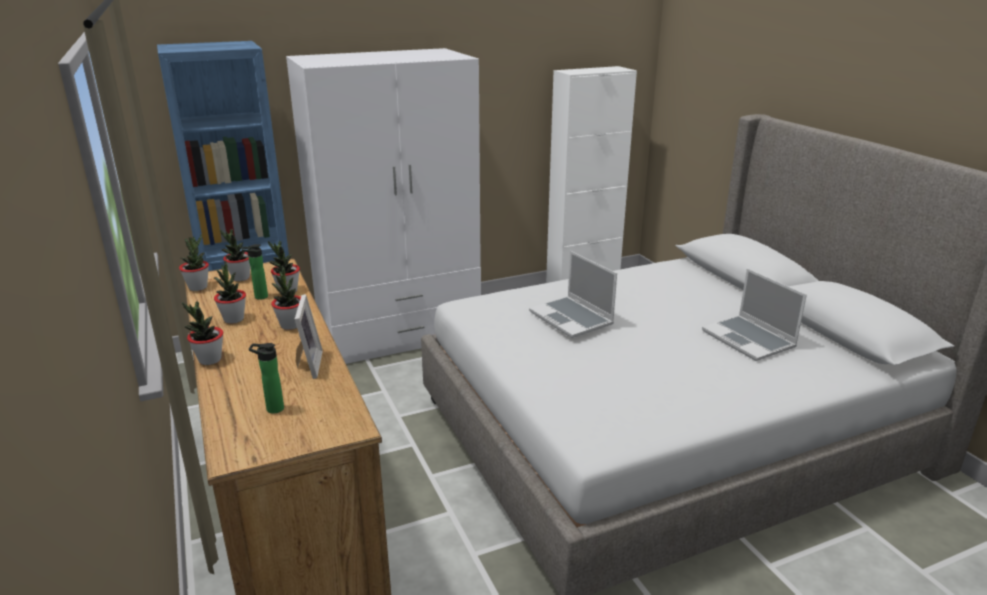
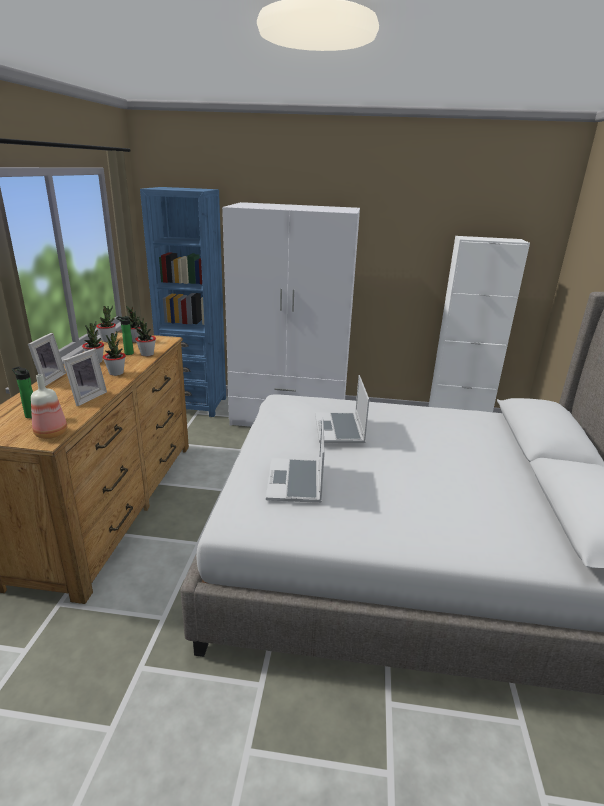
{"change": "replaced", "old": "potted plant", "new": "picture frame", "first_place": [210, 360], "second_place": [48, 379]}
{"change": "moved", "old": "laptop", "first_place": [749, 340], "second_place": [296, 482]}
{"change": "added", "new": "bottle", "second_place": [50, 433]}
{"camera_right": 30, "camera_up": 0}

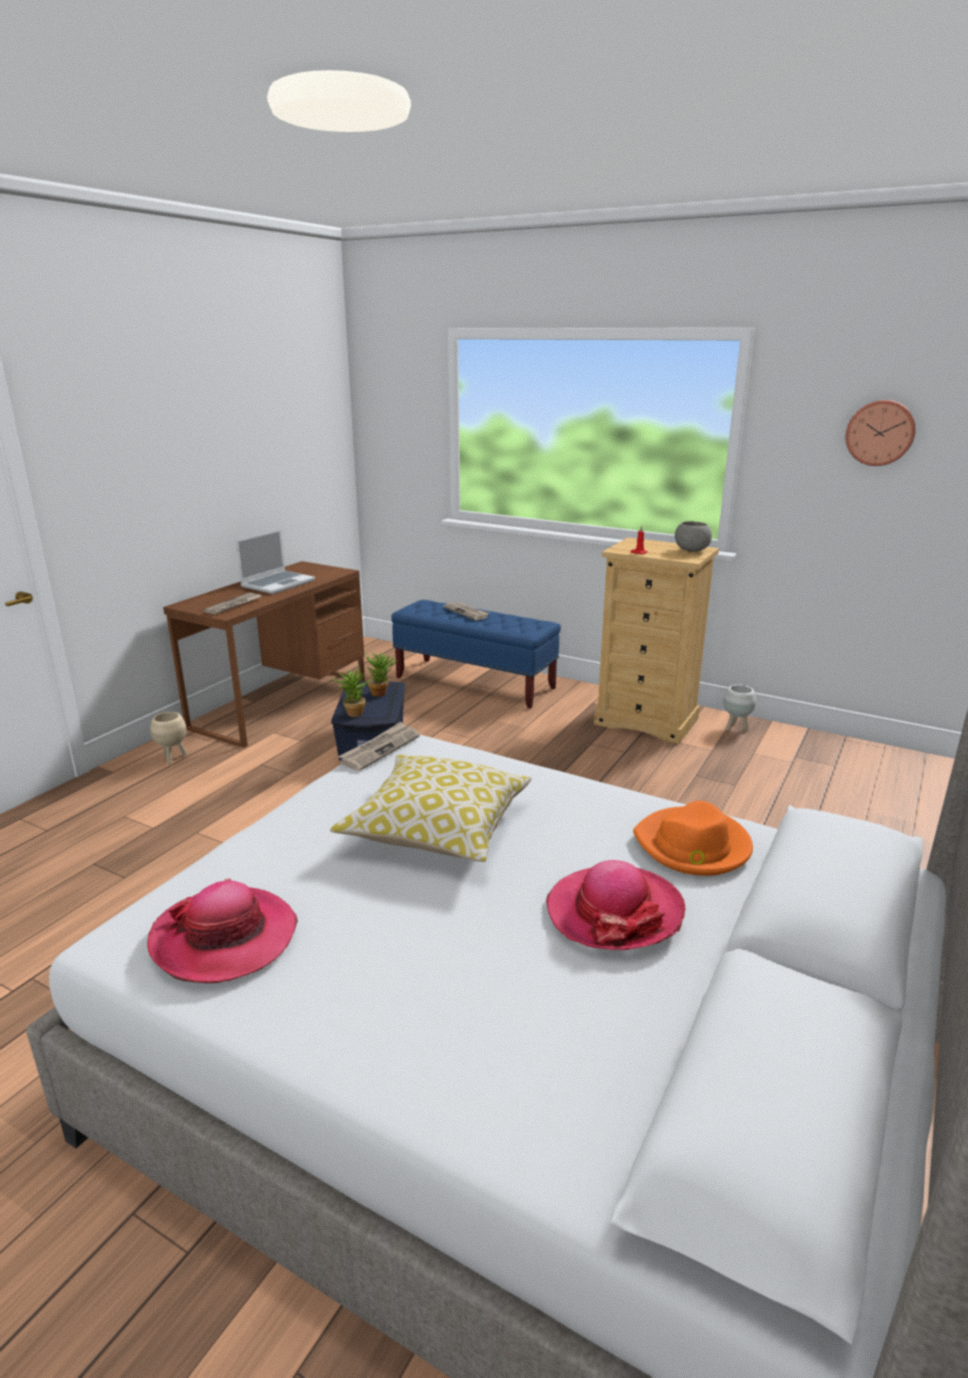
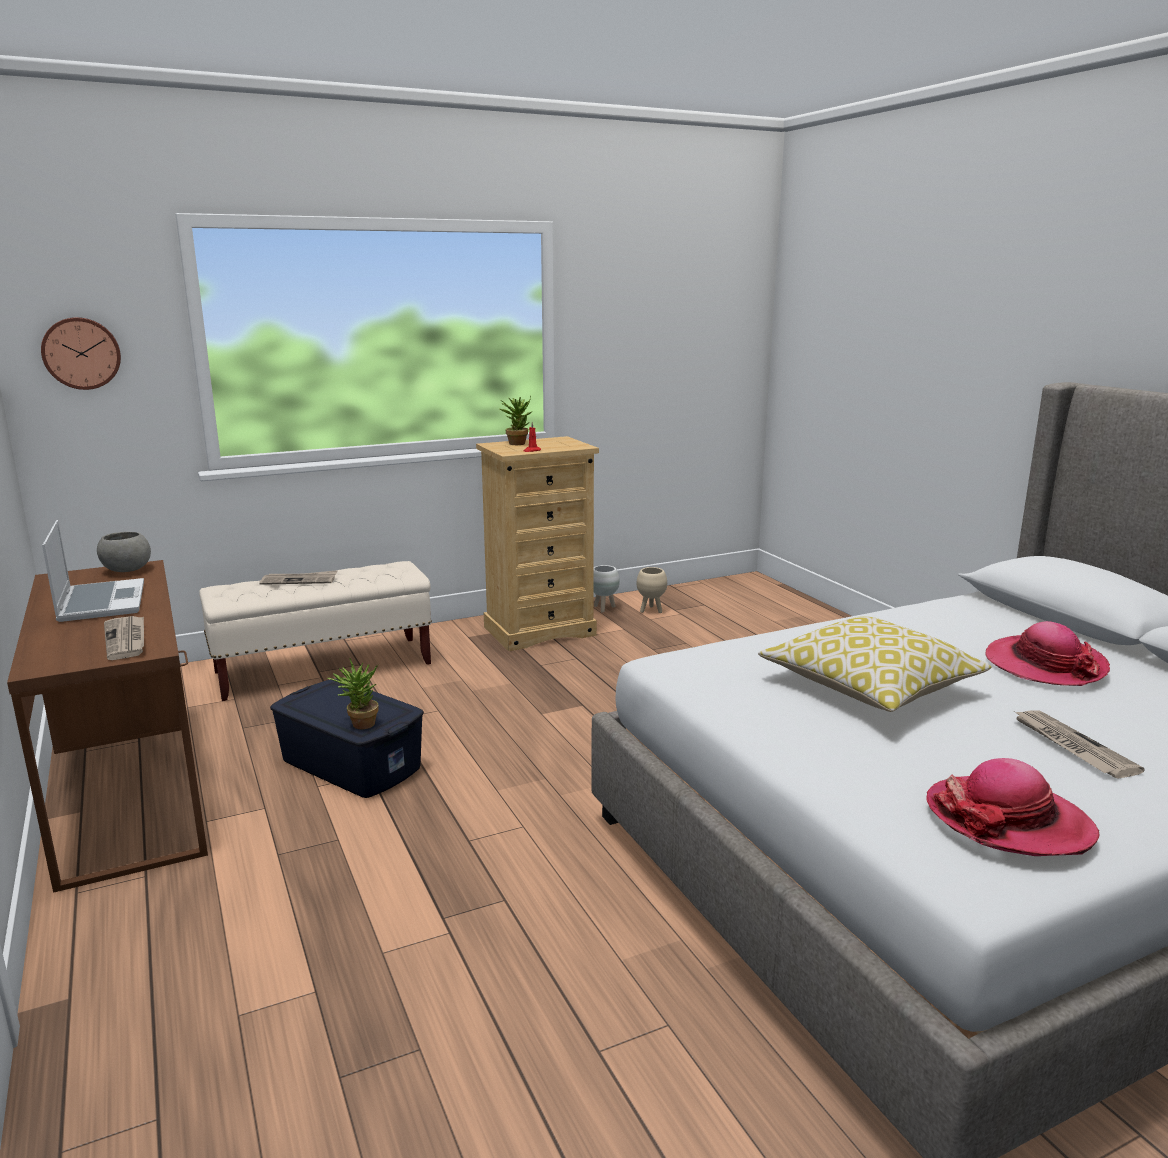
{"change": "moved", "old": "planter (beige)", "first_place": [173, 758], "second_place": [651, 610]}
{"change": "moved", "old": "newspaper", "first_place": [380, 749], "second_place": [1071, 746]}
{"change": "moved", "old": "potted plant", "first_place": [381, 692], "second_place": [517, 443]}
{"change": "recoloured", "old": "bench (blue)", "new": "bench (beige)", "first_place": [475, 683], "second_place": [324, 668]}
{"change": "removed", "old": "hat (orange)", "first_place": [693, 846]}
{"change": "moved", "old": "bowl (grey)", "first_place": [691, 551], "second_place": [126, 571]}
{"change": "moved", "old": "wall clock", "first_place": [880, 433], "second_place": [81, 353]}
{"camera_right": -55, "camera_up": -5}

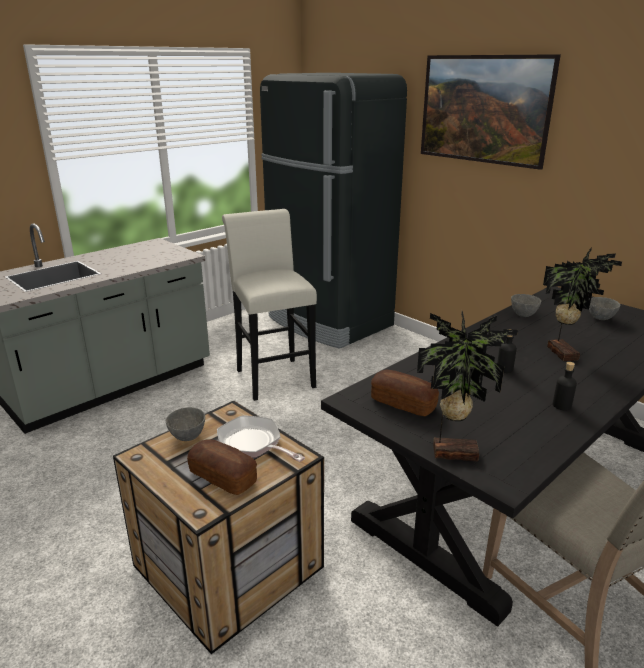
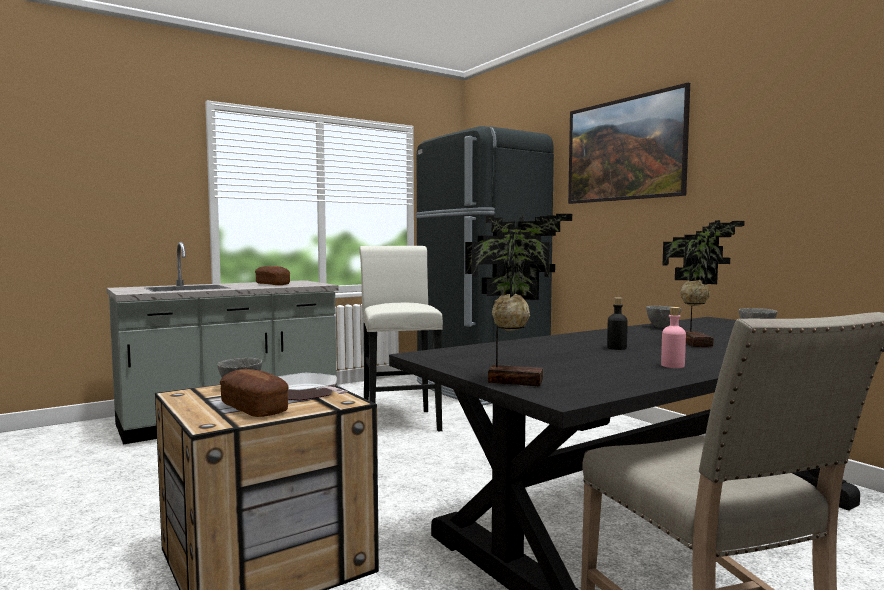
{"change": "moved", "old": "bread", "first_place": [403, 403], "second_place": [272, 284]}
{"change": "recoloured", "old": "bottle (black)", "new": "bottle (pink)", "first_place": [561, 405], "second_place": [672, 366]}
{"camera_right": 10, "camera_up": -20}

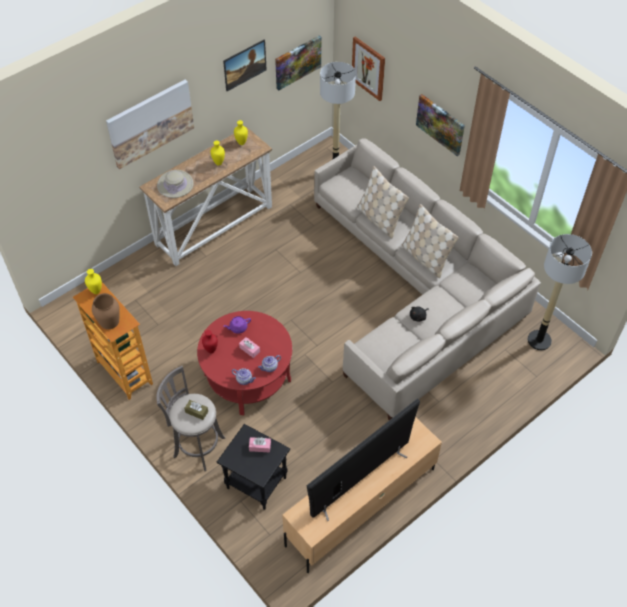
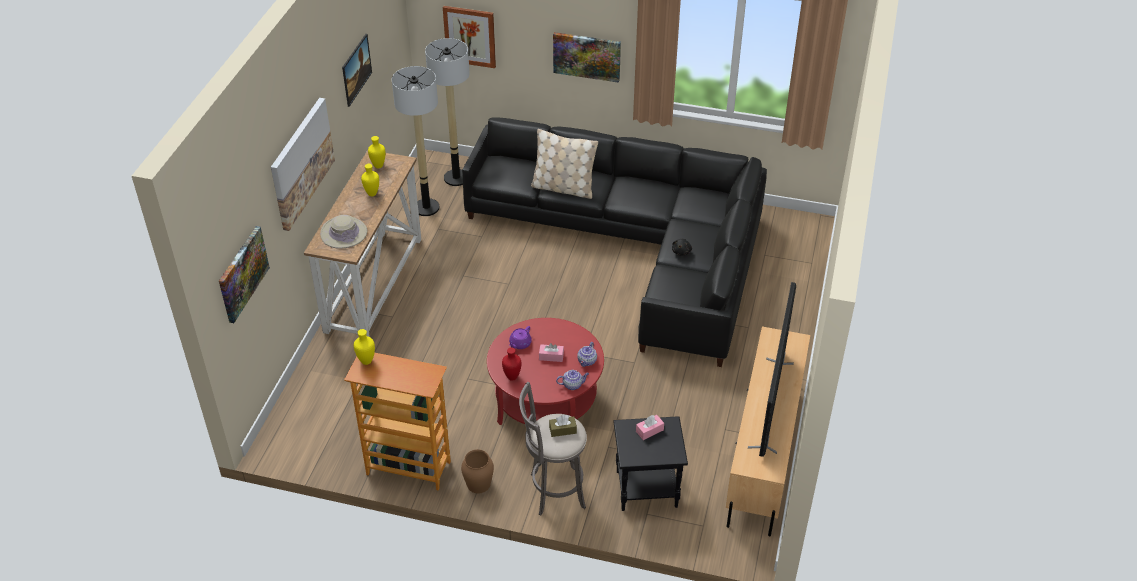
{"change": "moved", "old": "vase (brown)", "first_place": [109, 321], "second_place": [478, 484]}
{"change": "moved", "old": "picture", "first_place": [297, 62], "second_place": [242, 273]}
{"change": "recoloured", "old": "sofa (beige)", "new": "sofa (black)", "first_place": [415, 290], "second_place": [637, 246]}
{"change": "removed", "old": "pillow (beige)", "first_place": [425, 258]}
{"change": "moved", "old": "floor lamp", "first_place": [539, 340], "second_place": [426, 207]}
{"camera_right": -35, "camera_up": -10}

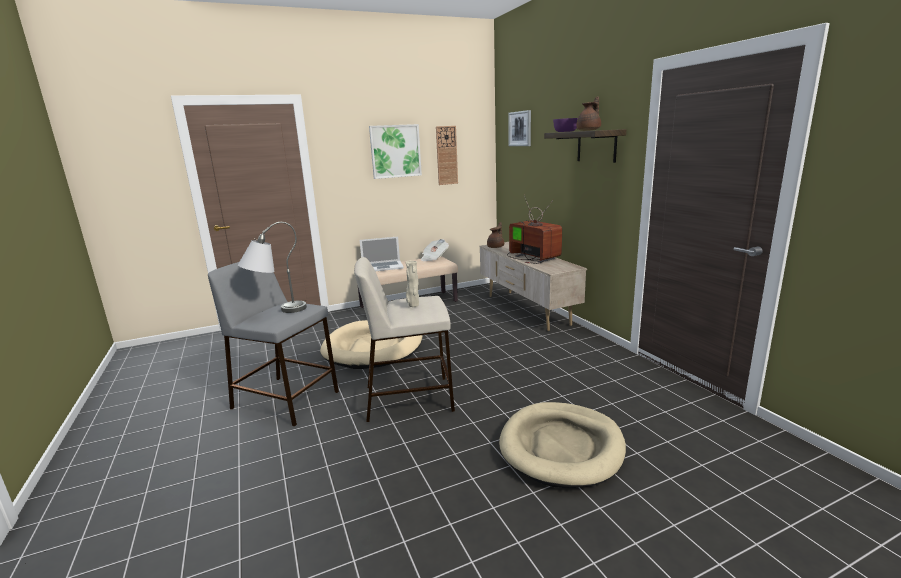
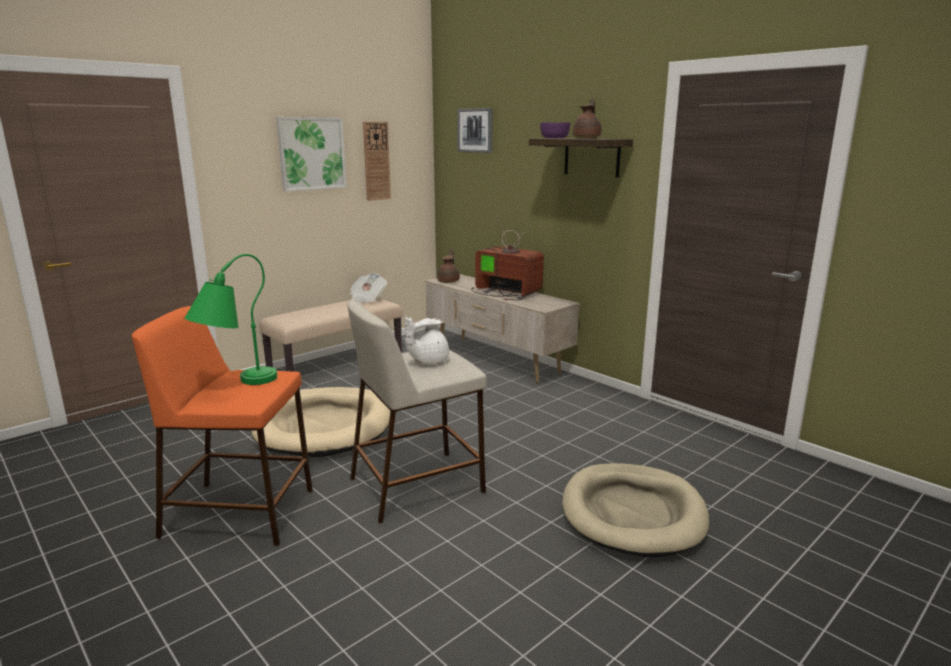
{"change": "recoloured", "old": "stool (grey)", "new": "stool (orange)", "first_place": [287, 400], "second_place": [241, 512]}
{"change": "recoloured", "old": "table lamp (grey)", "new": "table lamp (green)", "first_place": [276, 312], "second_place": [236, 385]}
{"change": "removed", "old": "laptop", "first_place": [382, 266]}
{"change": "replaced", "old": "vase (beige)", "new": "teapot (white)", "first_place": [413, 305], "second_place": [428, 361]}
{"camera_right": -20, "camera_up": 0}

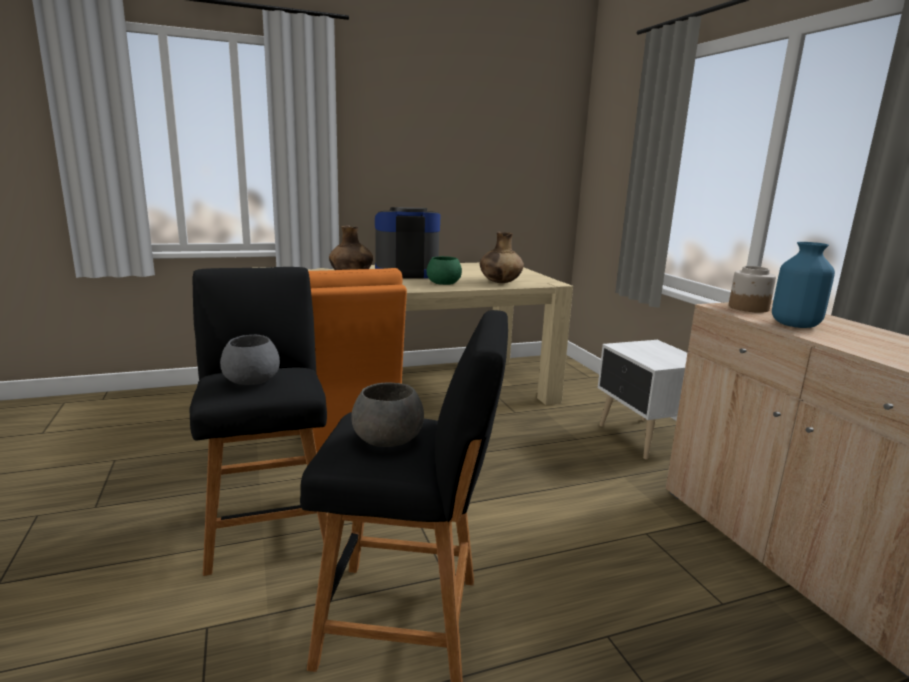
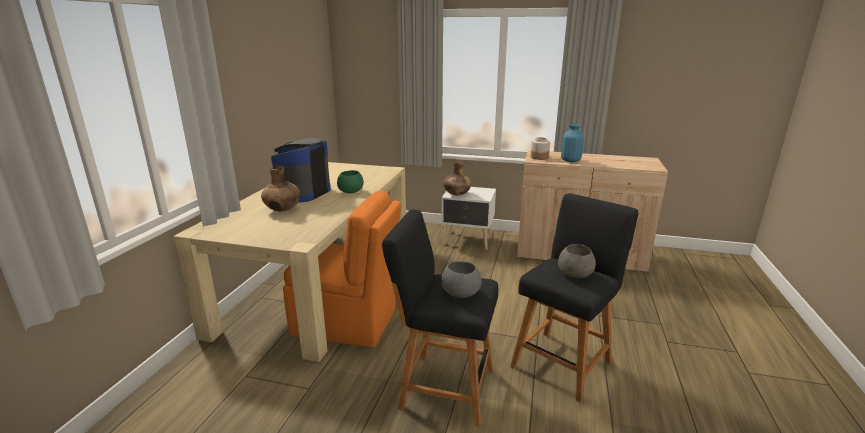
{"change": "moved", "old": "vase (brown)", "first_place": [500, 282], "second_place": [457, 194]}
{"camera_right": -55, "camera_up": 5}

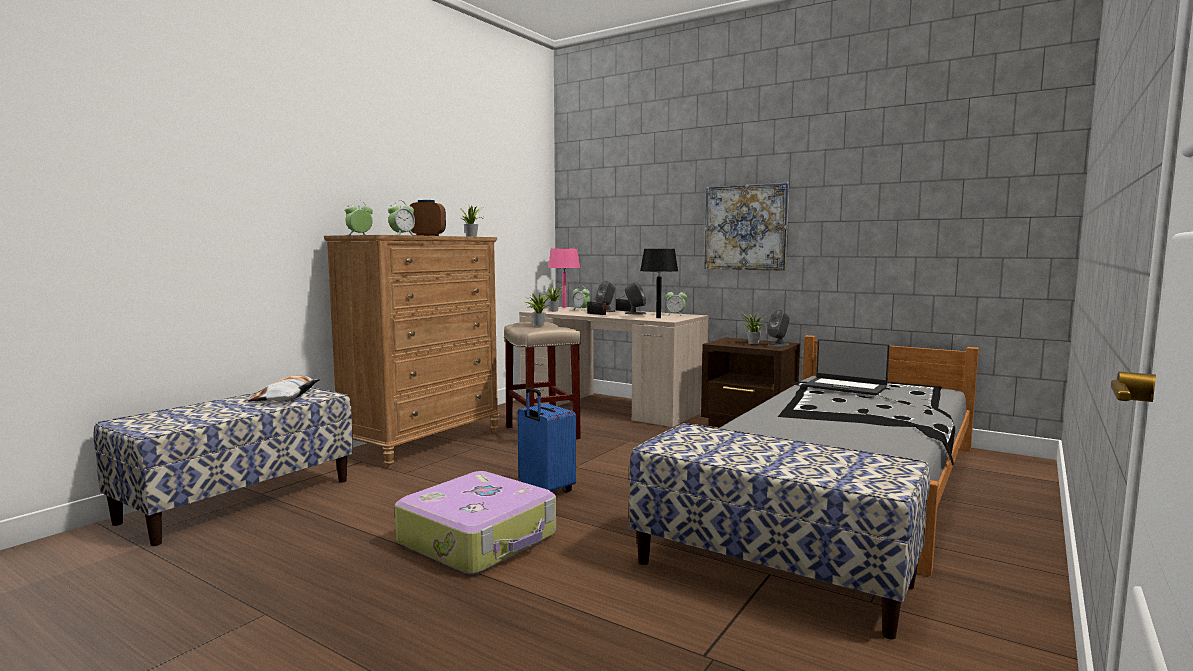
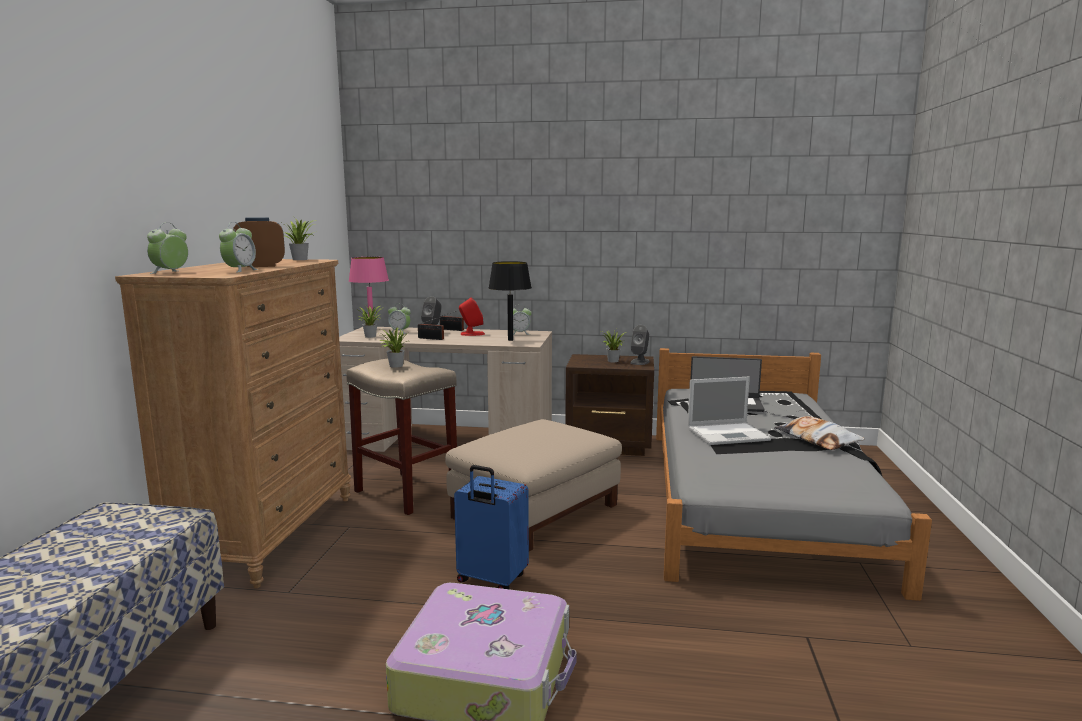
{"change": "moved", "old": "pillow", "first_place": [286, 396], "second_place": [817, 439]}
{"change": "recoloured", "old": "speaker (grey)", "new": "speaker (red)", "first_place": [635, 313], "second_place": [472, 334]}
{"change": "removed", "old": "bench", "first_place": [771, 573]}
{"change": "removed", "old": "picture", "first_place": [745, 227]}
{"change": "added", "new": "ottoman (beige)", "second_place": [535, 511]}
{"change": "added", "new": "laptop", "second_place": [729, 434]}
{"camera_right": -25, "camera_up": 5}

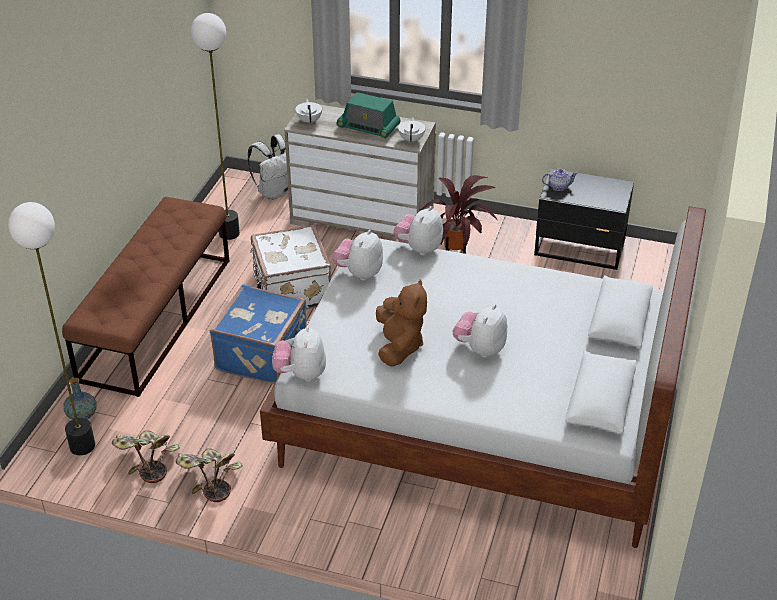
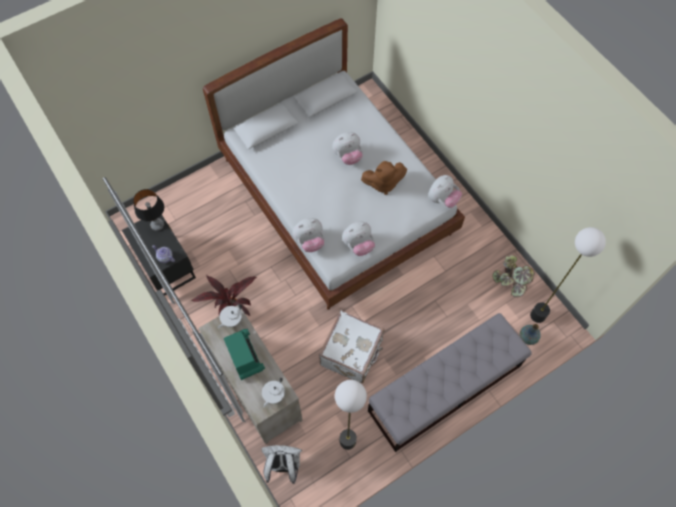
{"change": "recoloured", "old": "bench (brown)", "new": "bench (grey)", "first_place": [157, 317], "second_place": [444, 389]}
{"change": "removed", "old": "potted plant", "first_place": [209, 481]}
{"change": "removed", "old": "suitcase (blue)", "first_place": [263, 355]}
{"change": "turned", "old": "plush toy (brown)", "first_place": [399, 346], "second_place": [383, 183], "degrees": -135}
{"change": "added", "new": "table lamp", "second_place": [157, 225]}
{"camera_right": -140, "camera_up": 25}

